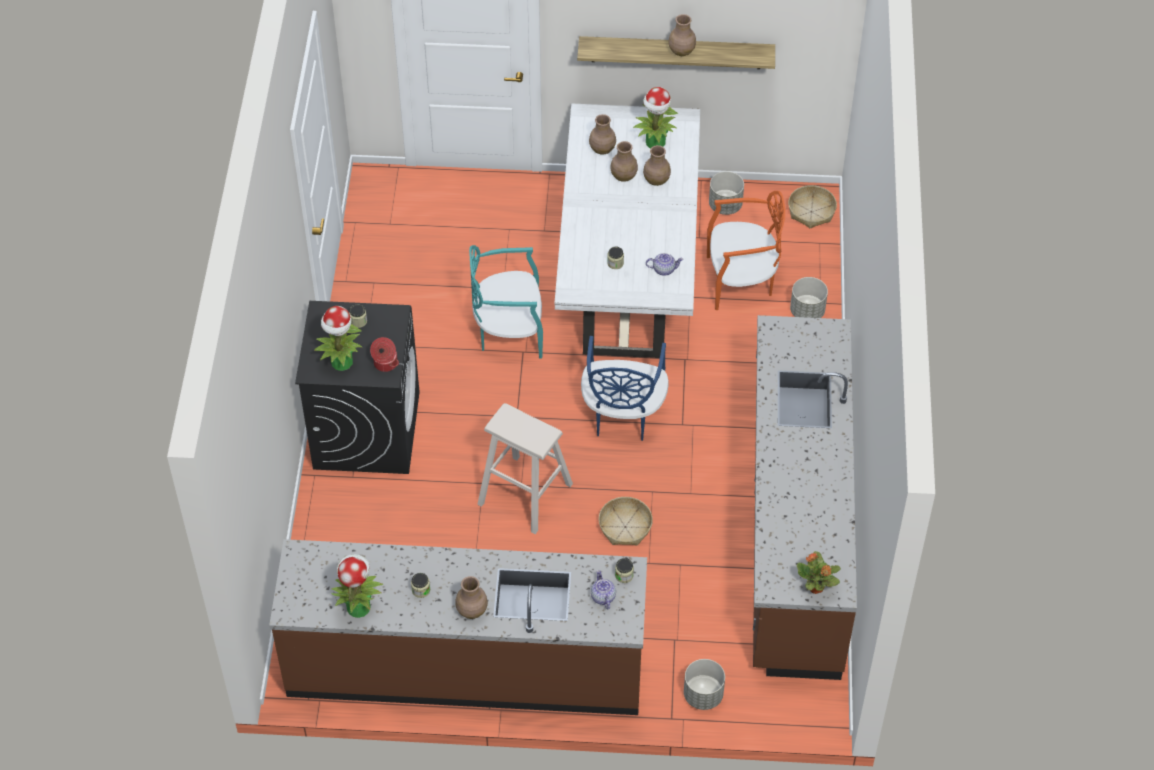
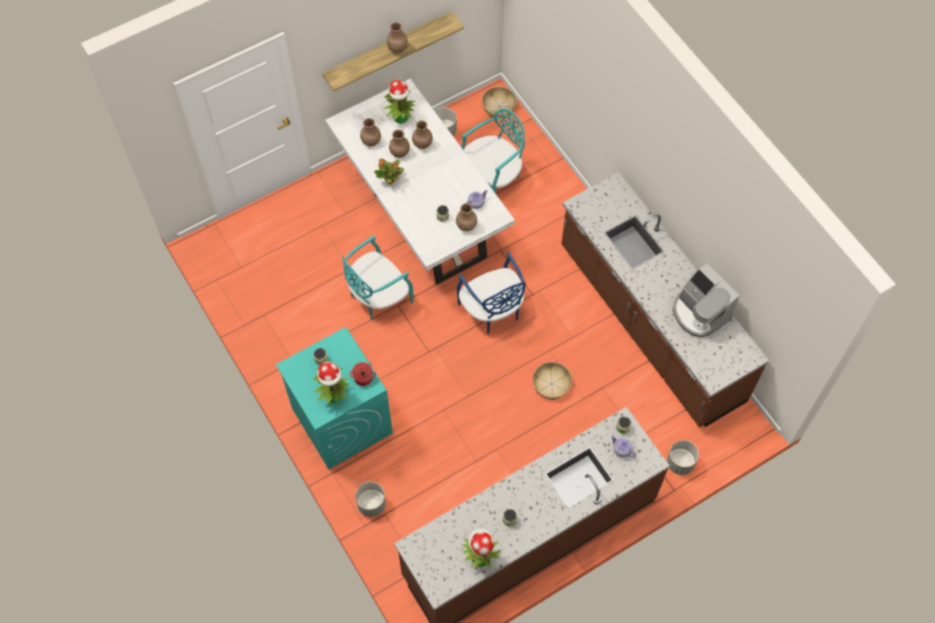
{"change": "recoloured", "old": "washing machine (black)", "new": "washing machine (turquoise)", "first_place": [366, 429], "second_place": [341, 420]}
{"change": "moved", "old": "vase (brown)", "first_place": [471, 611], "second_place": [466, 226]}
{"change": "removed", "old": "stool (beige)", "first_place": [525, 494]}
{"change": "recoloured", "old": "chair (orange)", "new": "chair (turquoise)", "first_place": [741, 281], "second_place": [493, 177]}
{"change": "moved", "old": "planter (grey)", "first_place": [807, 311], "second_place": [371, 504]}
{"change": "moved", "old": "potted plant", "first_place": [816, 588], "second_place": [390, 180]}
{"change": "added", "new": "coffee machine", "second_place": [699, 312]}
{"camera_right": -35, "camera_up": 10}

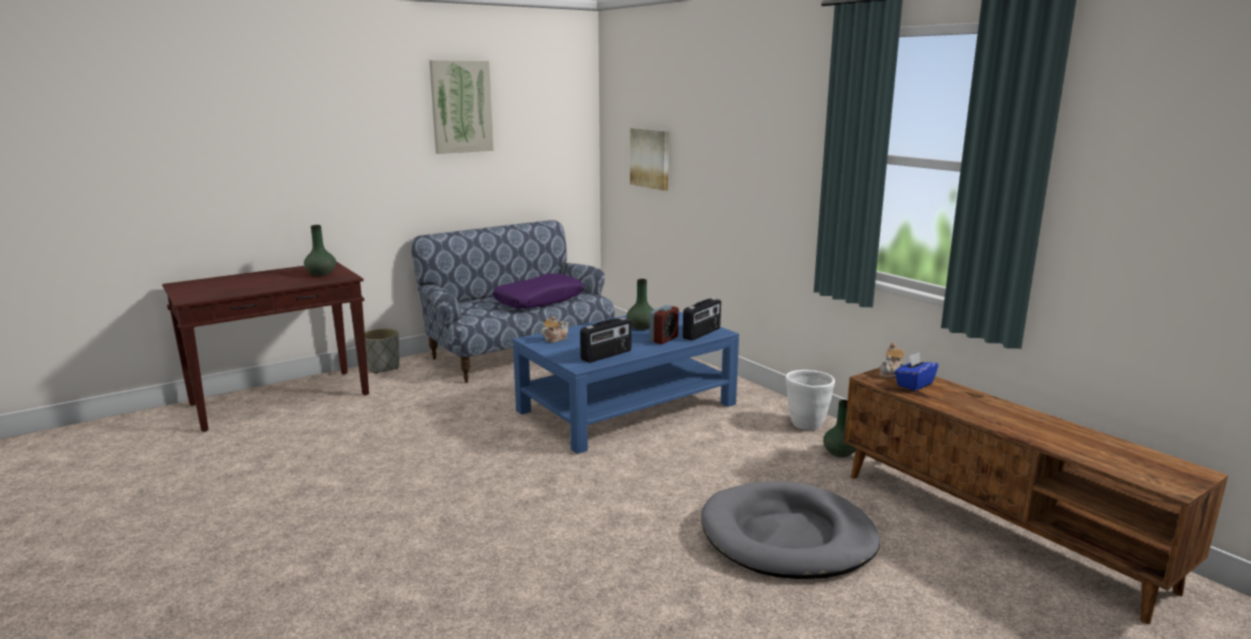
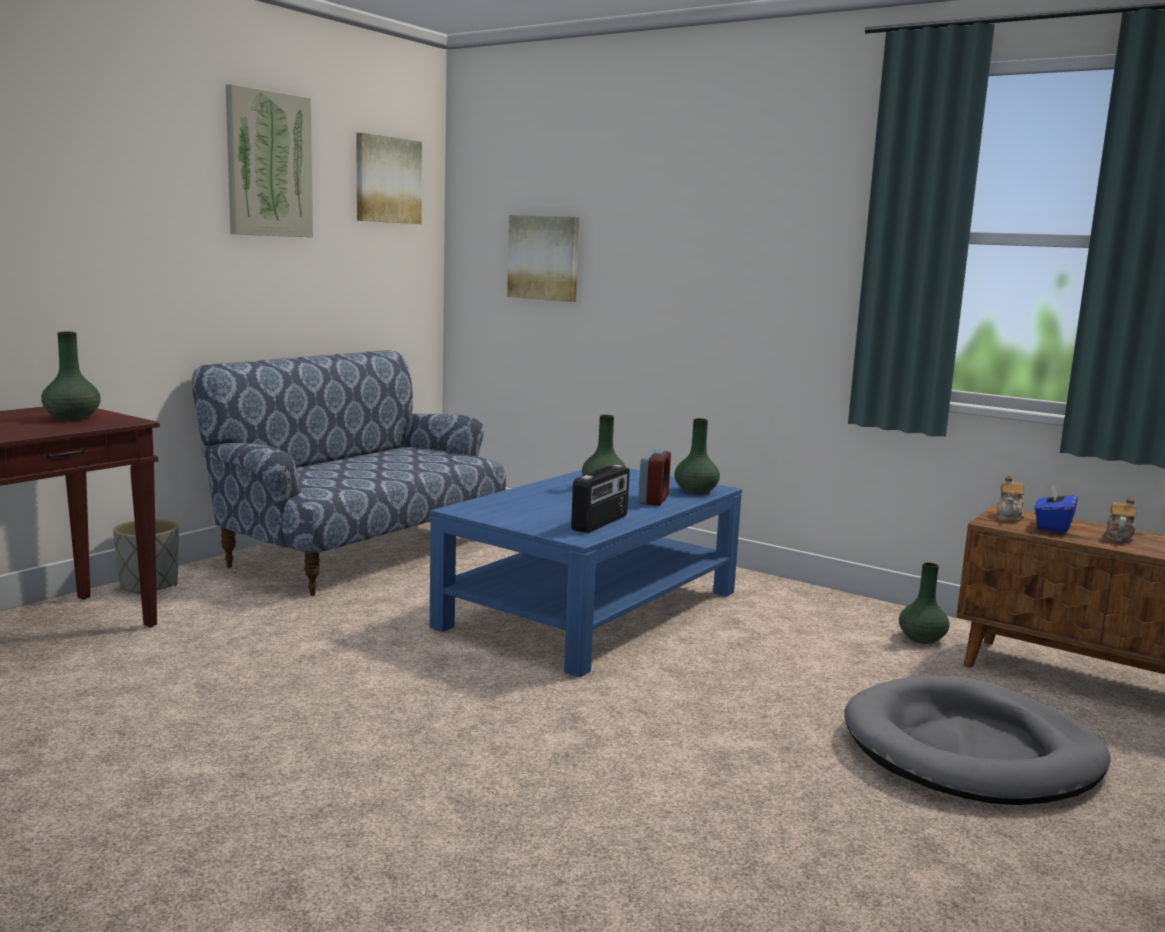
{"change": "removed", "old": "pillow (purple)", "first_place": [539, 300]}
{"change": "moved", "old": "teapot", "first_place": [555, 339], "second_place": [1118, 537]}
{"change": "replaced", "old": "radio", "new": "vase (green)", "first_place": [702, 333], "second_place": [695, 491]}
{"change": "removed", "old": "planter (white)", "first_place": [806, 424]}
{"change": "added", "new": "picture", "second_place": [387, 180]}
{"camera_right": -20, "camera_up": -5}

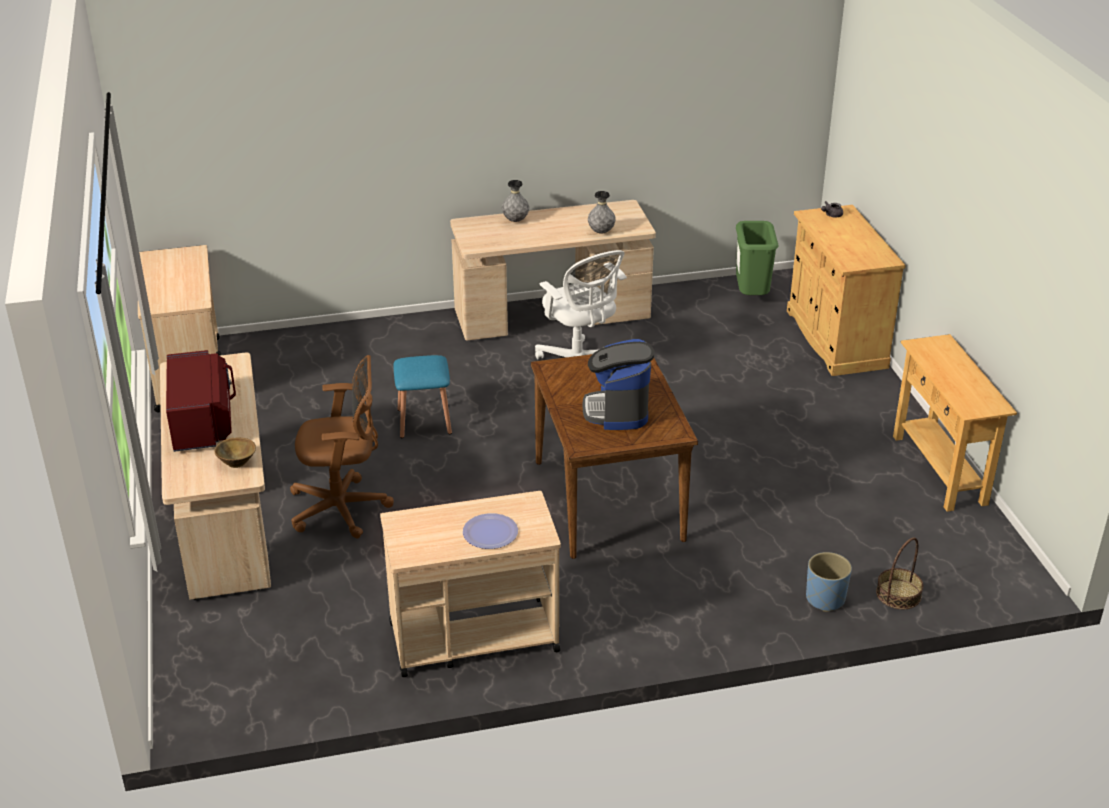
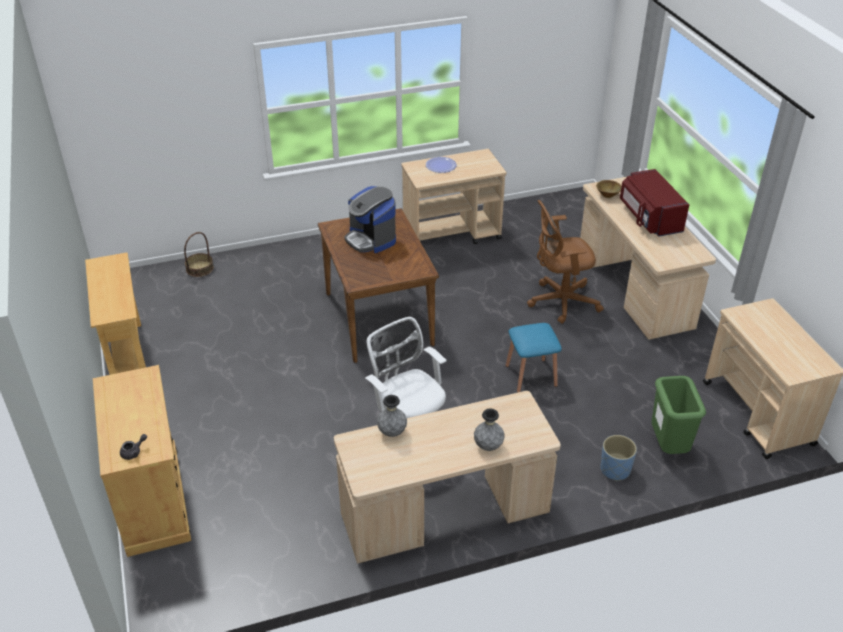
{"change": "turned", "old": "coffee machine", "first_place": [617, 411], "second_place": [371, 239], "degrees": 150}
{"change": "moved", "old": "trash can (green)", "first_place": [750, 296], "second_place": [669, 446]}
{"change": "moved", "old": "planter (blue)", "first_place": [825, 599], "second_place": [615, 470]}
{"camera_right": 175, "camera_up": 5}

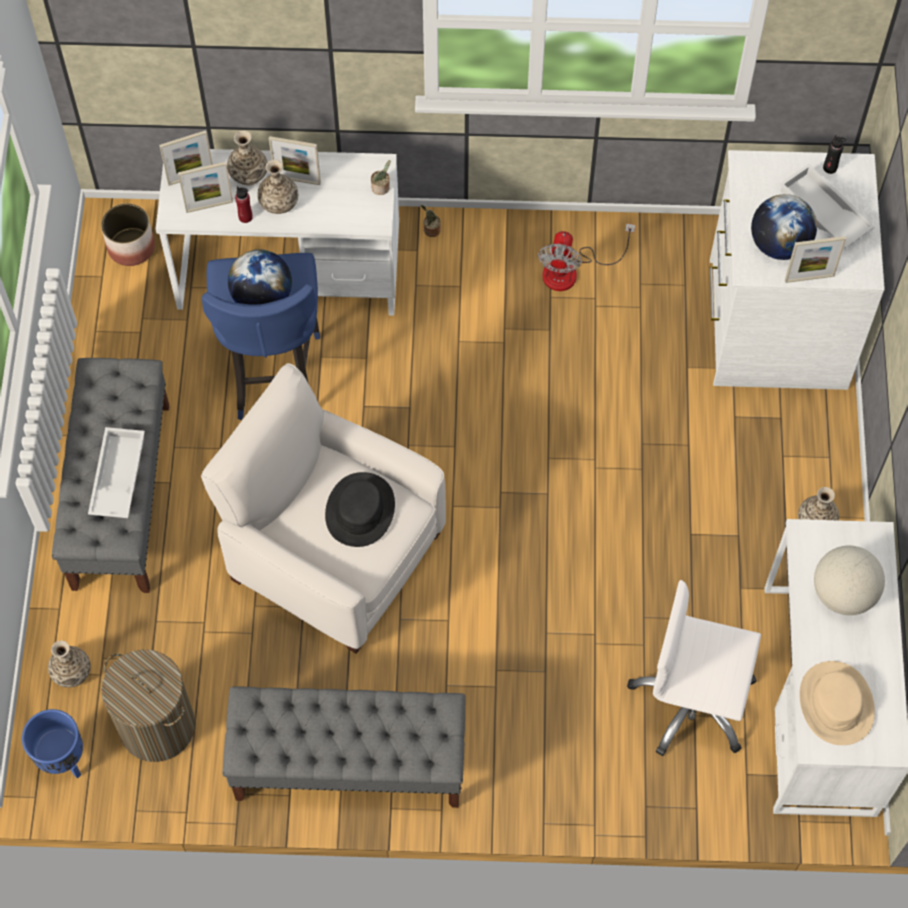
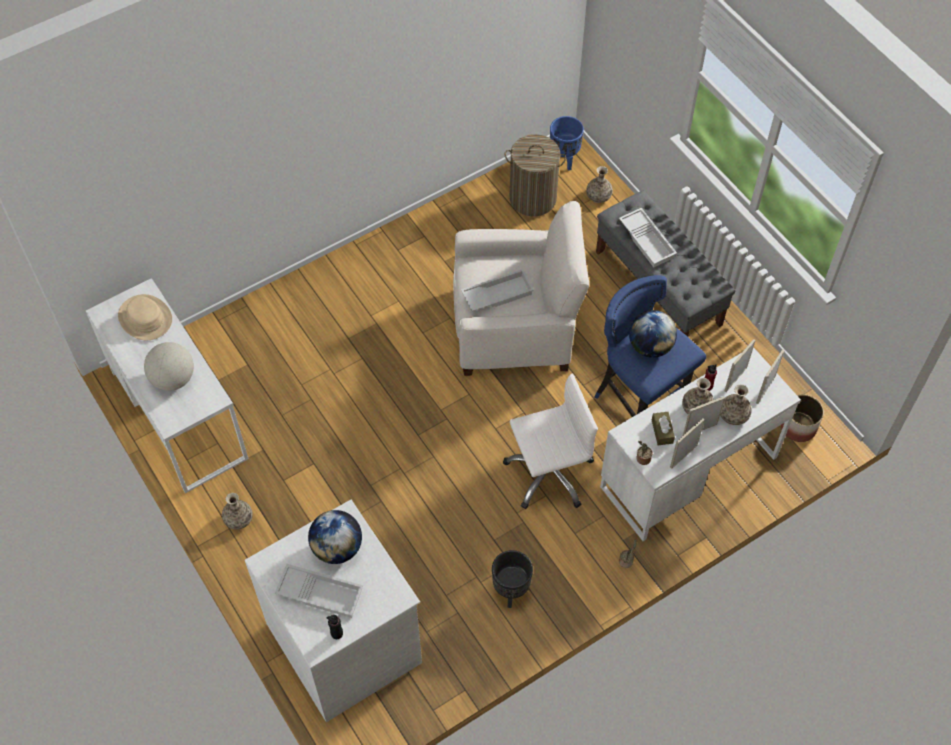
{"change": "removed", "old": "bench (grey)", "first_place": [348, 765]}
{"change": "replaced", "old": "hat (black)", "new": "tray (white)", "first_place": [359, 510], "second_place": [497, 294]}
{"change": "replaced", "old": "fan", "new": "planter (black)", "first_place": [571, 271], "second_place": [510, 592]}
{"change": "moved", "old": "office chair (white)", "first_place": [692, 702], "second_place": [549, 473]}
{"change": "moved", "old": "picture frame", "first_place": [809, 278], "second_place": [683, 456]}
{"change": "added", "new": "tissue box (brown)", "second_place": [662, 431]}
{"camera_right": 145, "camera_up": -5}

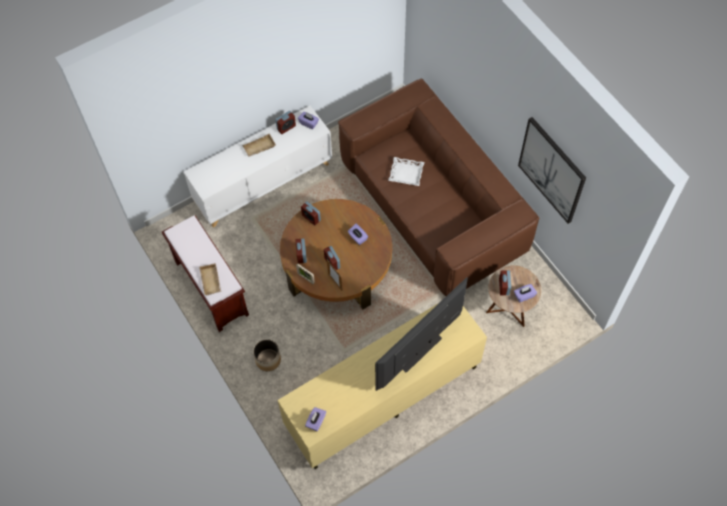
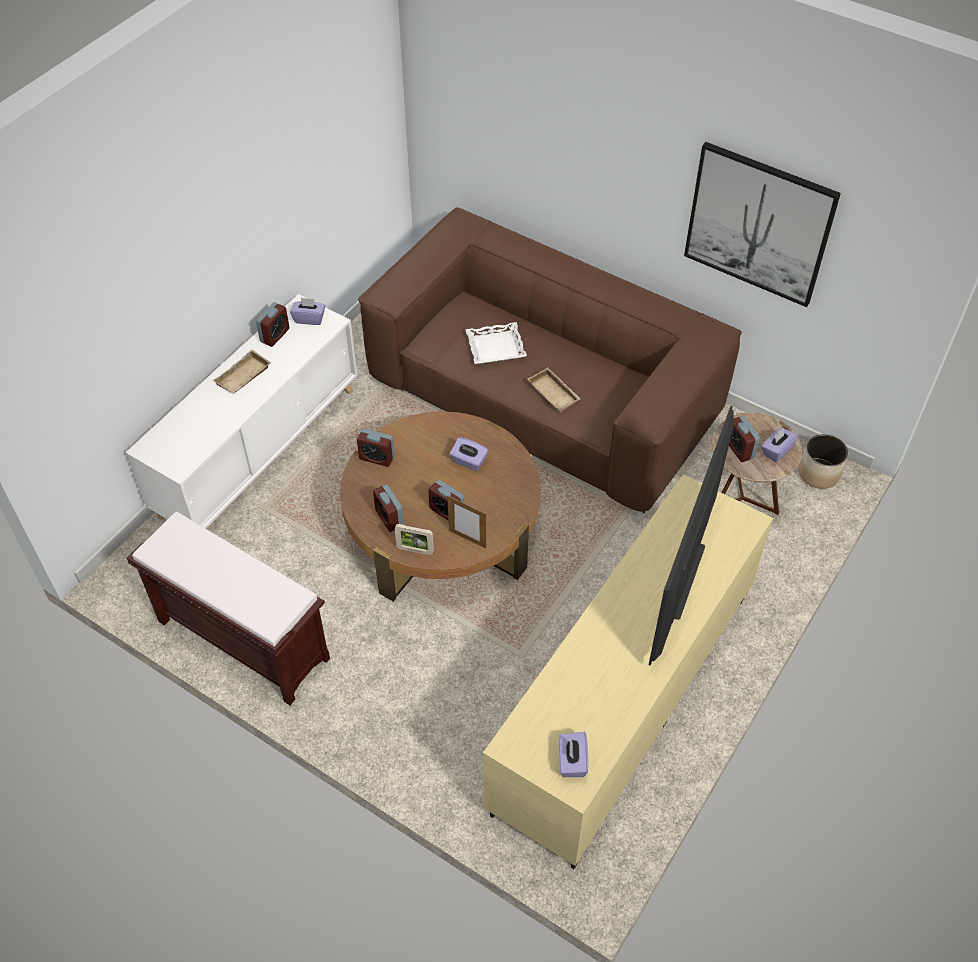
{"change": "moved", "old": "tray (beige)", "first_place": [211, 281], "second_place": [555, 393]}
{"change": "moved", "old": "planter", "first_place": [268, 359], "second_place": [818, 473]}
{"camera_right": -25, "camera_up": -10}

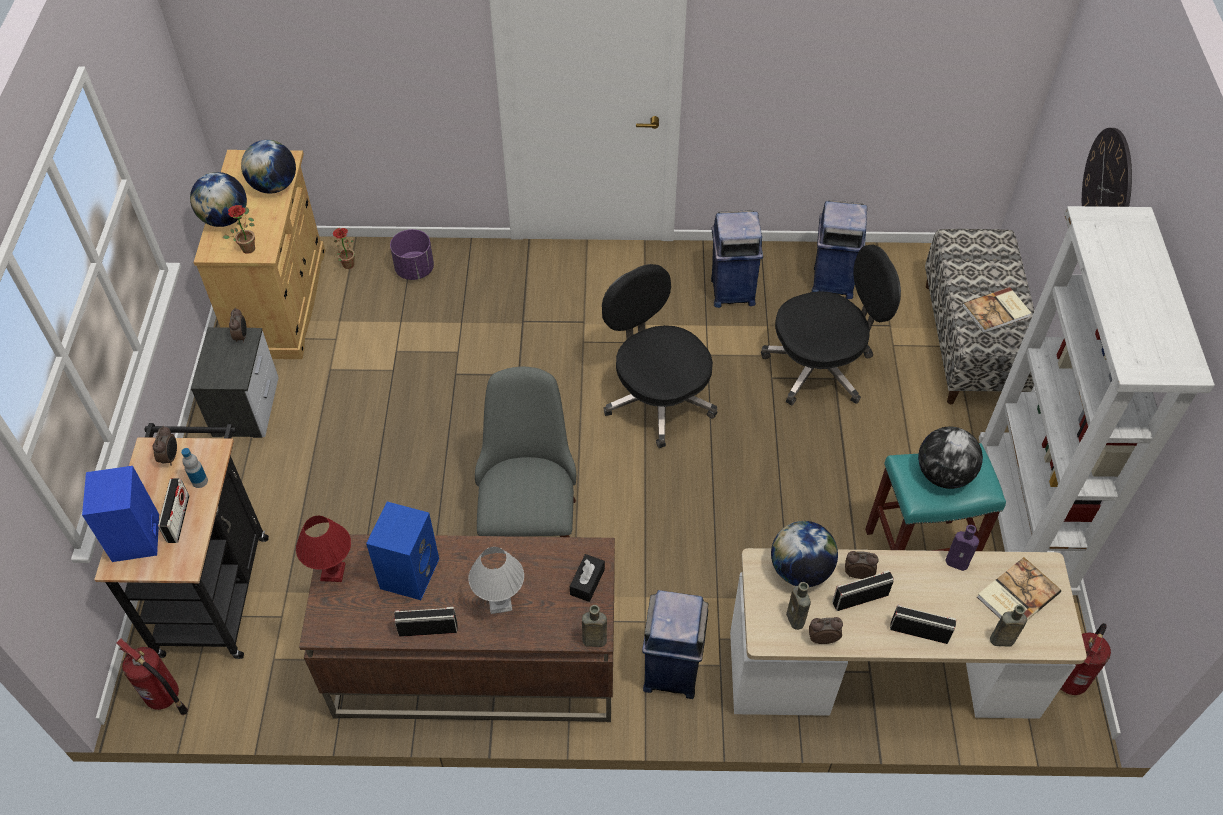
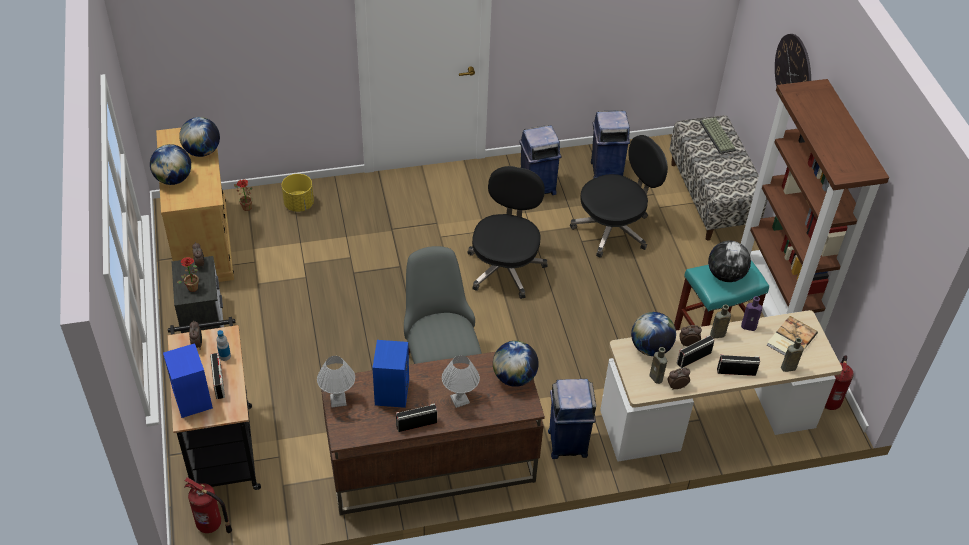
{"change": "moved", "old": "potted plant", "first_place": [248, 246], "second_place": [192, 286]}
{"change": "recoloured", "old": "table lamp (red)", "new": "table lamp (white)", "first_place": [332, 572], "second_place": [337, 400]}
{"change": "recoloured", "old": "planter (purple)", "new": "planter (yellow)", "first_place": [415, 269], "second_place": [299, 204]}
{"change": "replaced", "old": "tissue box (black)", "new": "globe", "first_place": [587, 582], "second_place": [514, 377]}
{"change": "moved", "old": "bottle (brown)", "first_place": [592, 640], "second_place": [716, 335]}
{"change": "turned", "old": "office chair (black)", "first_place": [657, 399], "second_place": [505, 267], "degrees": 60}
{"change": "removed", "old": "book", "first_place": [997, 312]}
{"change": "recoloured", "old": "bookcase (white)", "new": "bookcase (brown)", "first_place": [1022, 524], "second_place": [775, 310]}
{"change": "added", "new": "keyboard", "second_place": [718, 136]}
{"camera_right": -15, "camera_up": -5}

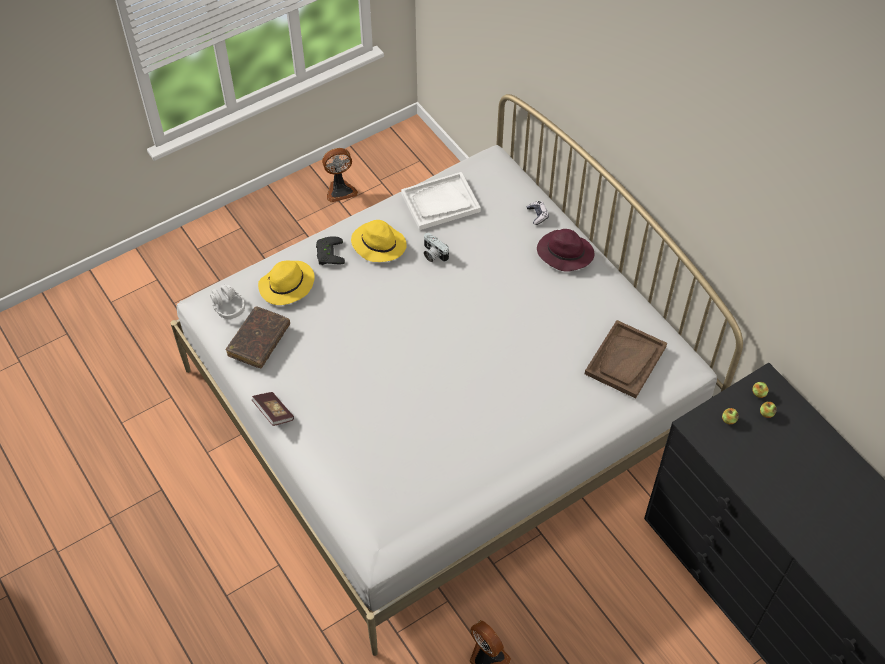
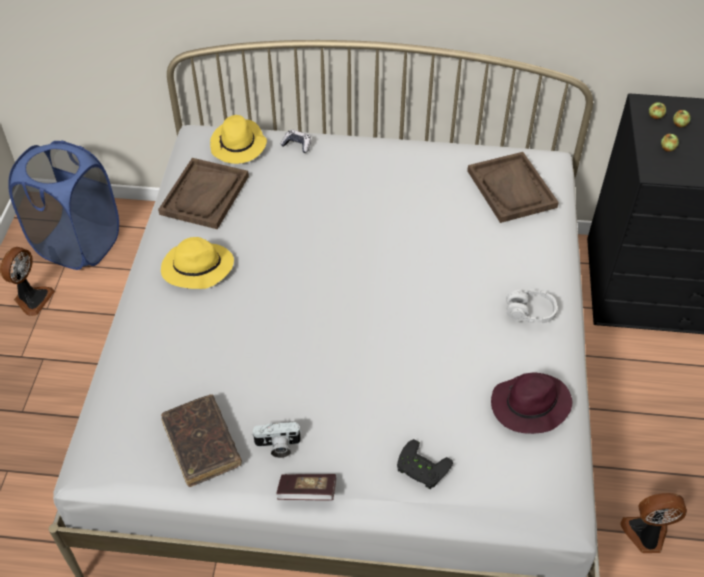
{"change": "moved", "old": "headphones (grey)", "first_place": [228, 306], "second_place": [530, 312]}
{"change": "moved", "old": "hat (yellow)", "first_place": [286, 286], "second_place": [238, 145]}
{"change": "moved", "old": "game controller (black)", "first_place": [327, 253], "second_place": [420, 469]}
{"change": "recoloured", "old": "tray (white)", "new": "tray (brown)", "first_place": [440, 202], "second_place": [205, 195]}
{"change": "moved", "old": "photo camera", "first_place": [433, 254], "second_place": [277, 446]}
{"change": "moved", "old": "hat (purple)", "first_place": [564, 253], "second_place": [529, 406]}
{"change": "added", "new": "laundry basket (blue)", "second_place": [78, 244]}
{"camera_right": -50, "camera_up": -5}

